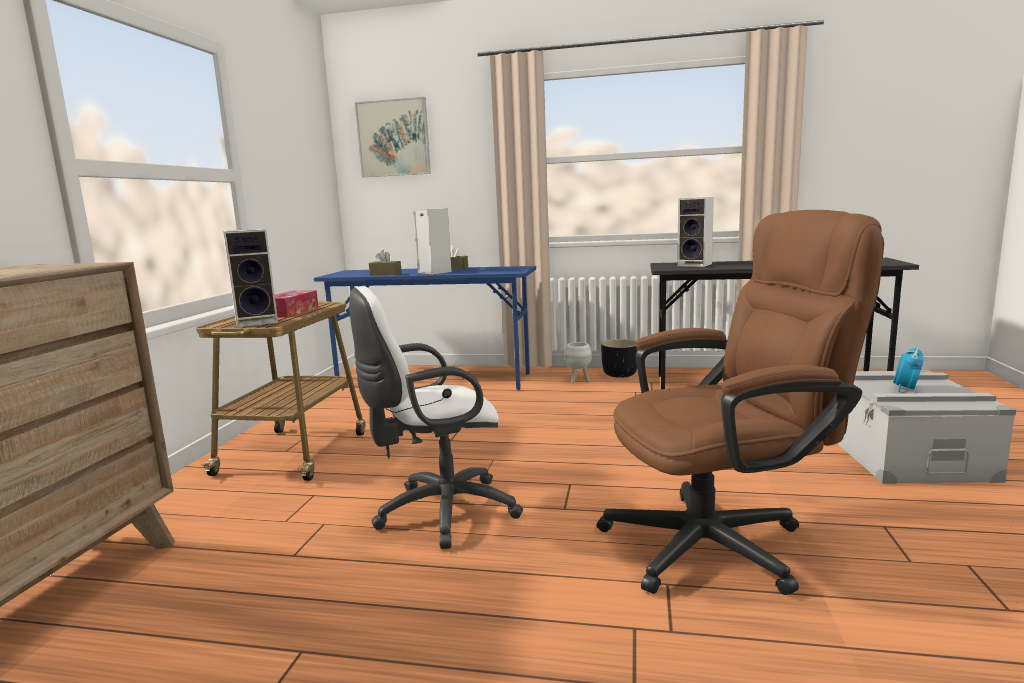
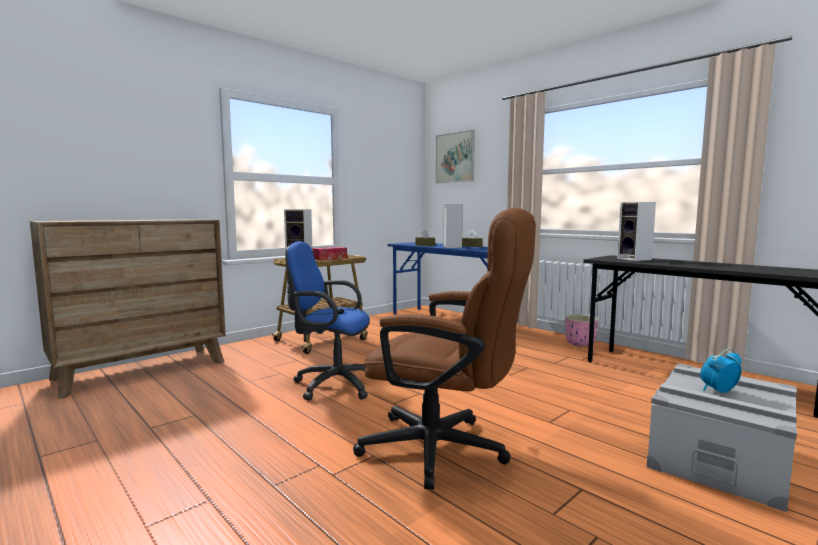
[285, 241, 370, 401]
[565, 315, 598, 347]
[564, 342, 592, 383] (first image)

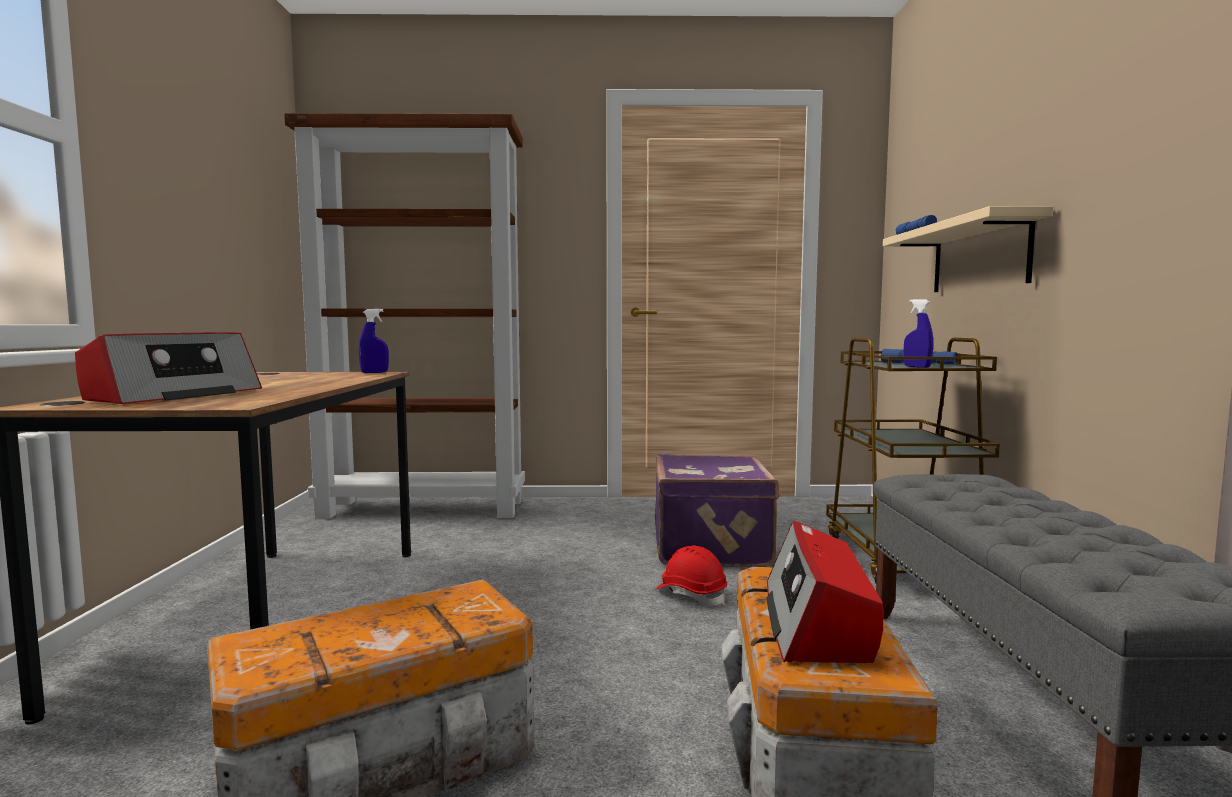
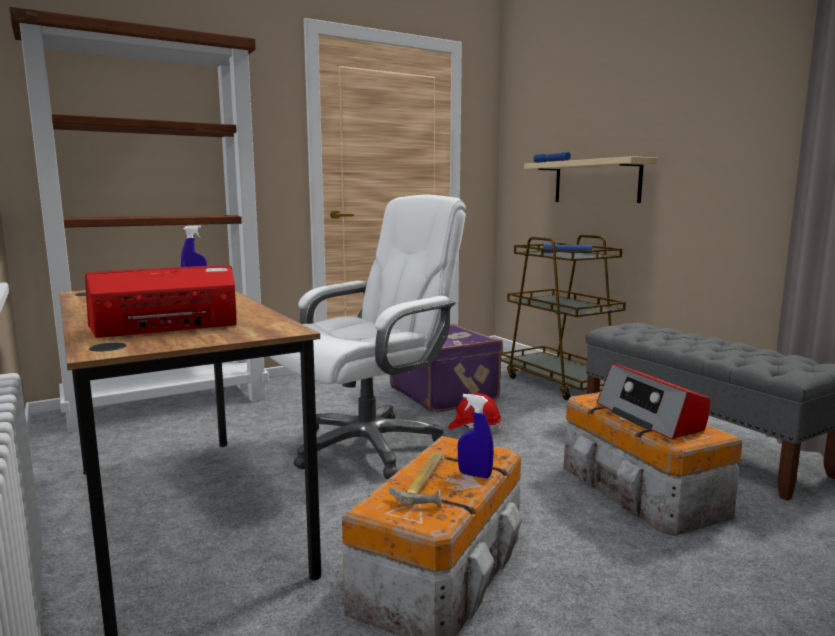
[458, 394, 494, 478]
[85, 265, 237, 338]
[269, 194, 466, 479]
[389, 452, 443, 508]

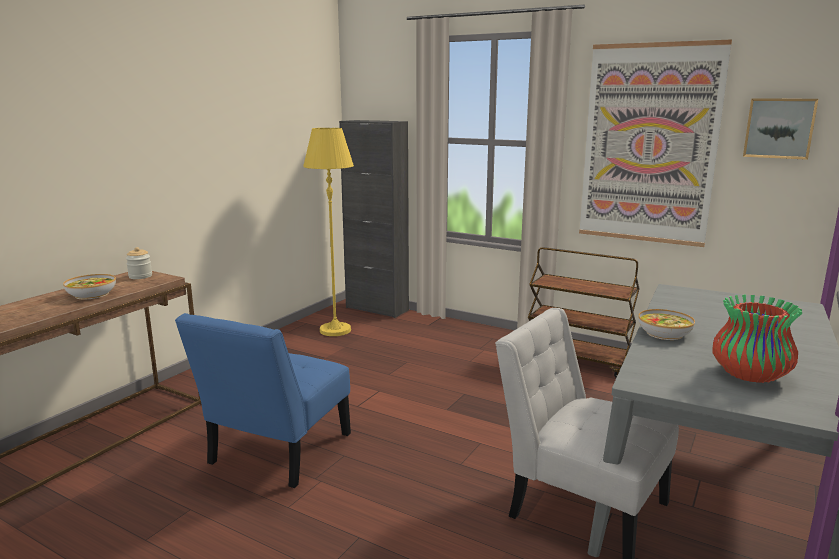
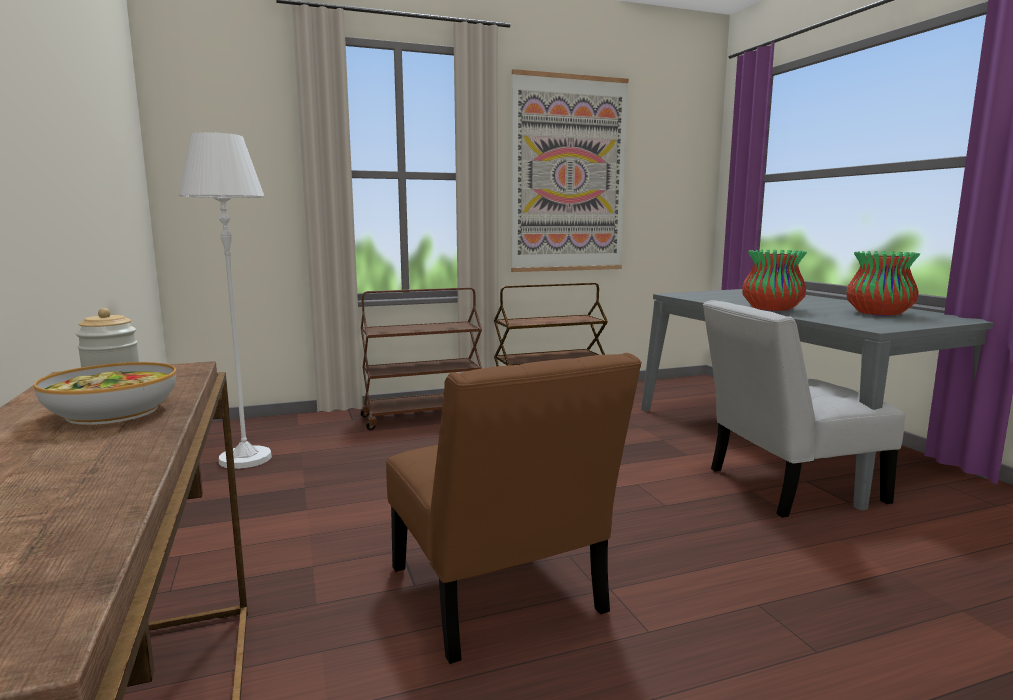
[743, 98, 818, 160] (first image)
[339, 120, 409, 318] (first image)
[178, 132, 272, 469]
[742, 250, 807, 311]
[386, 353, 642, 664]
[360, 287, 482, 430]

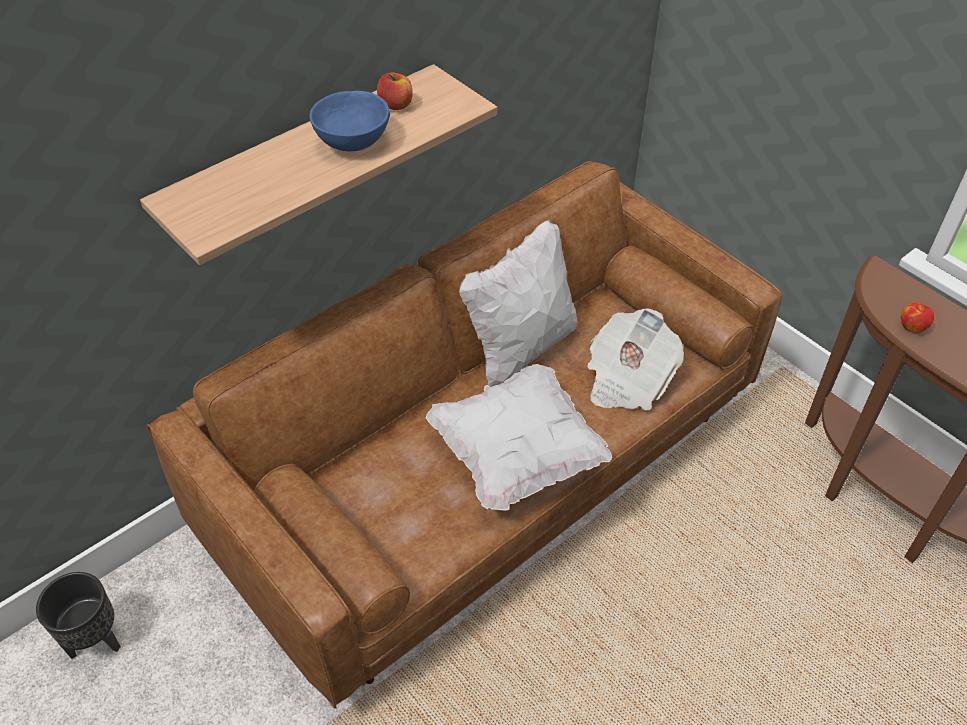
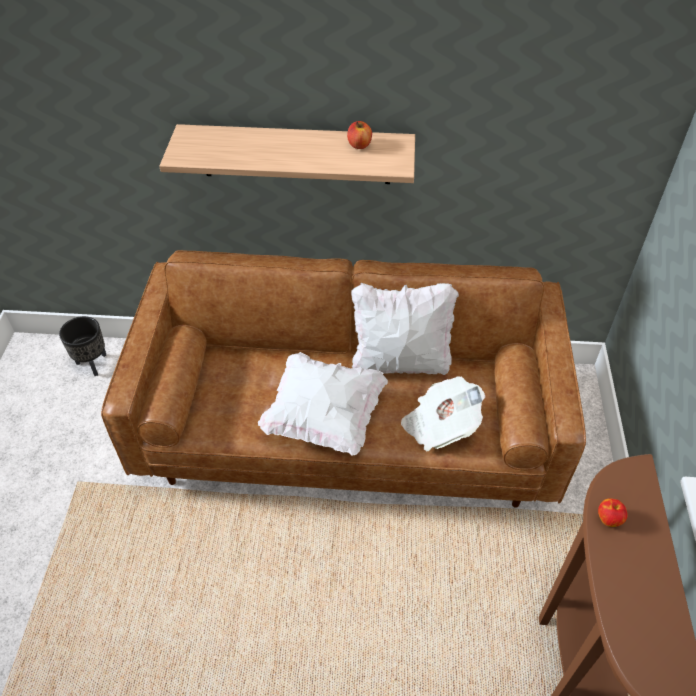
[309, 91, 390, 151] (first image)

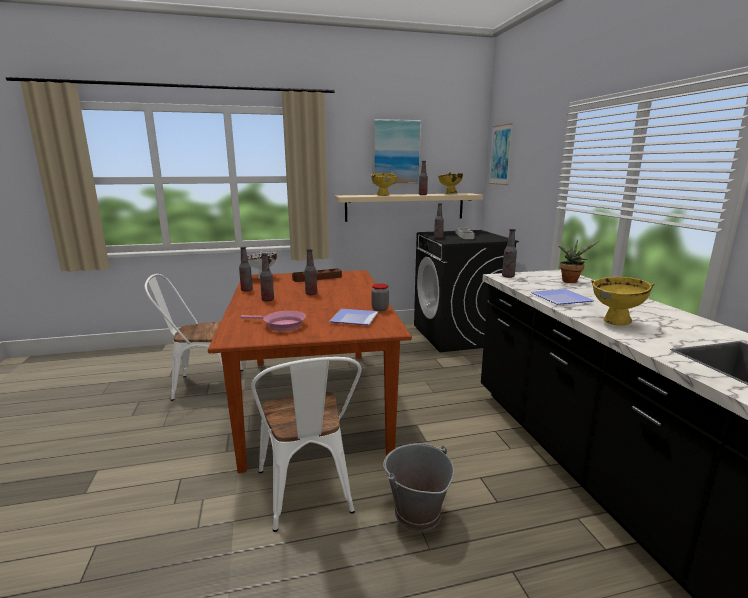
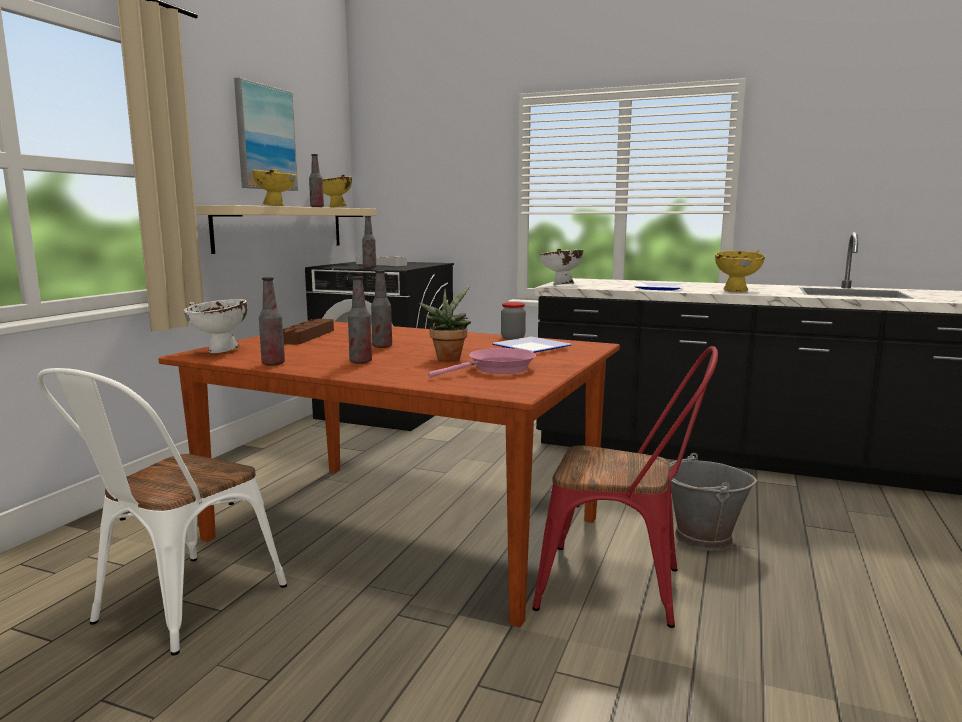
[488, 123, 513, 185] (first image)
[540, 248, 583, 285]
[419, 286, 471, 361]
[532, 346, 718, 628]

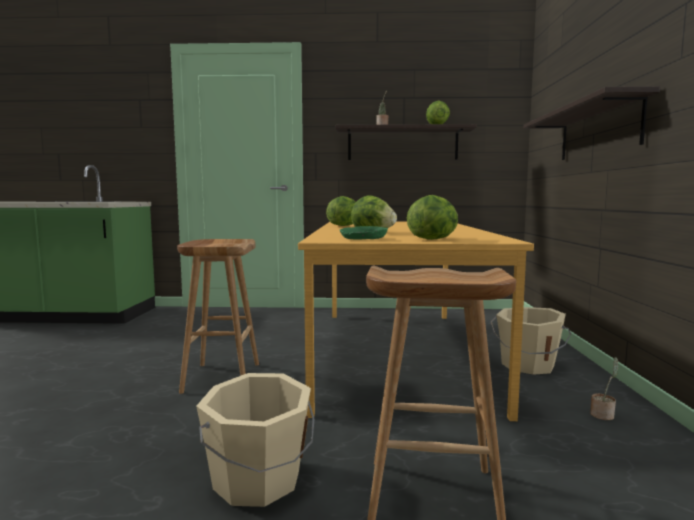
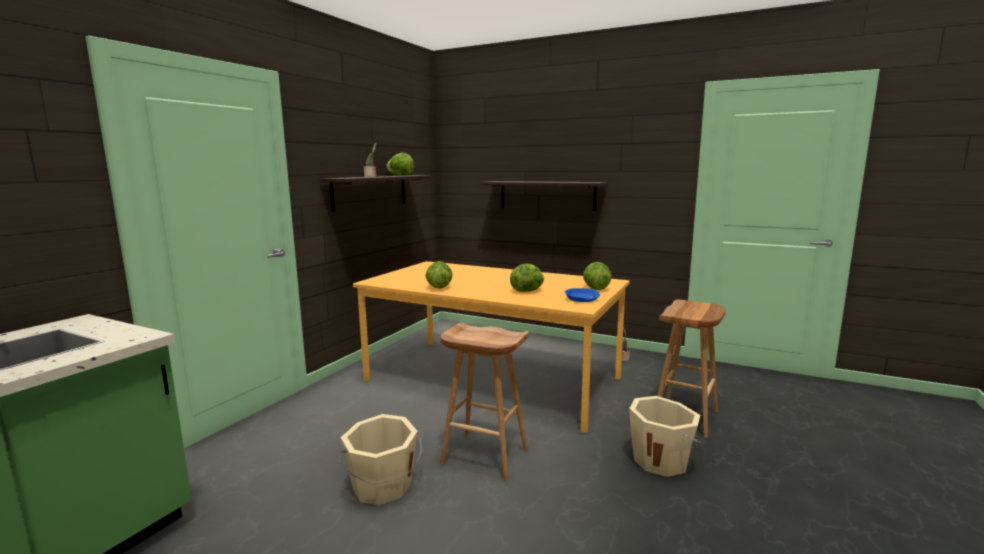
[565, 288, 600, 302]
[339, 414, 422, 506]

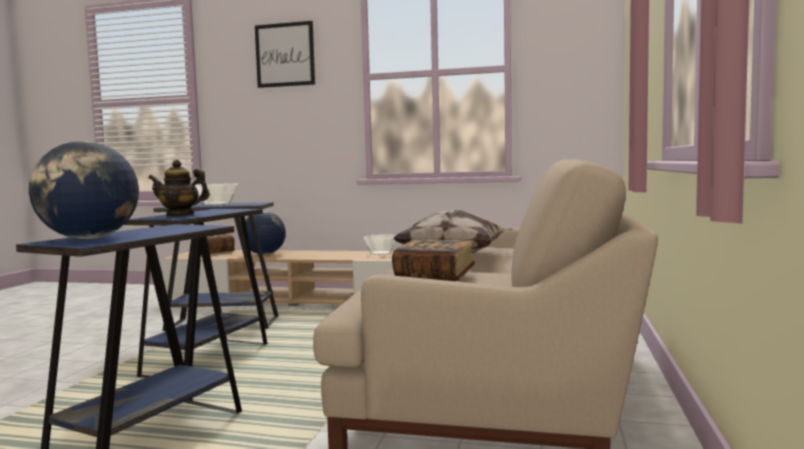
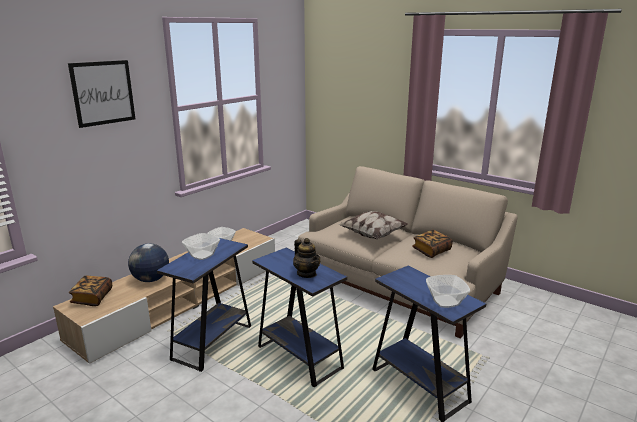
[426, 275, 470, 308]
[293, 238, 320, 278]

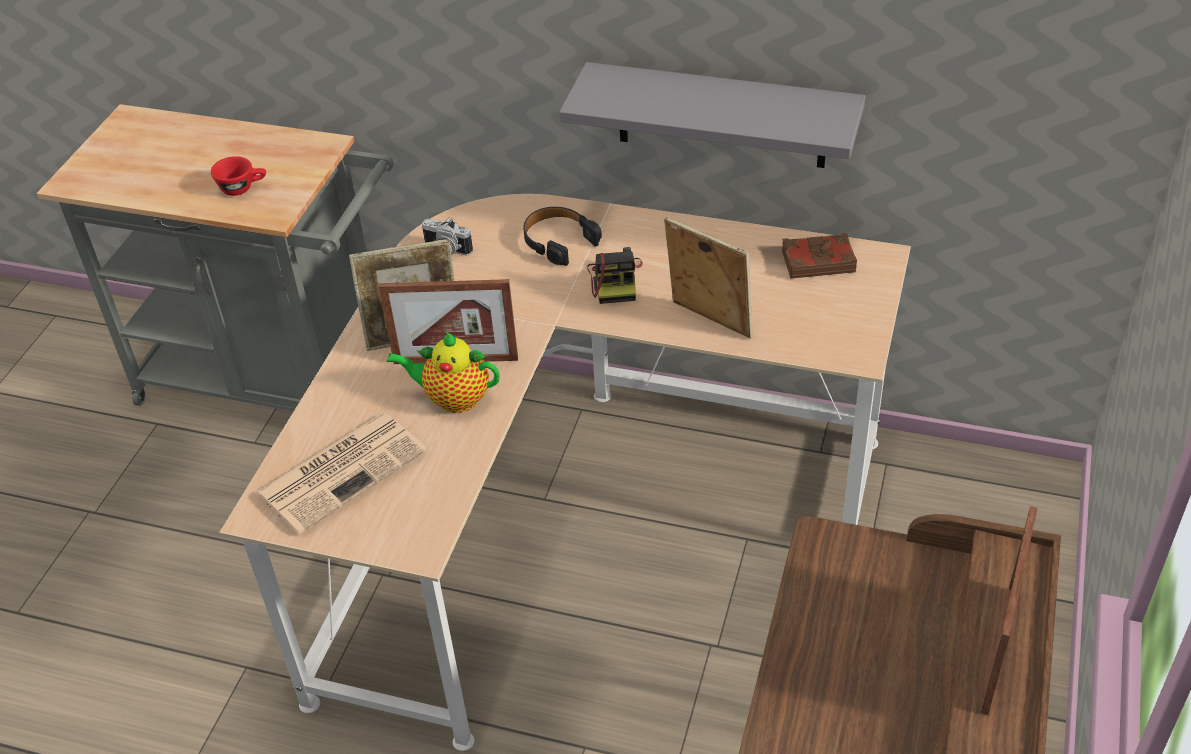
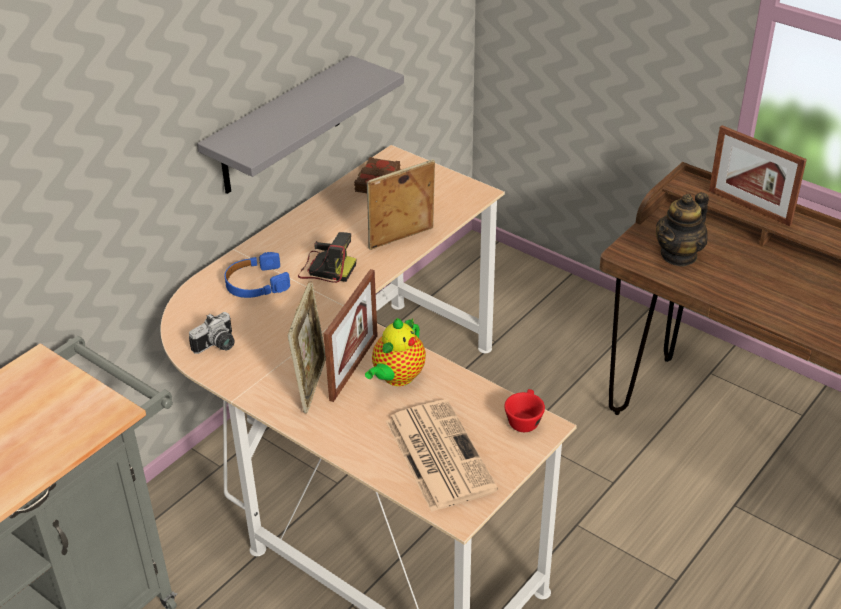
[504, 389, 545, 432]
[225, 252, 290, 298]
[656, 192, 709, 267]

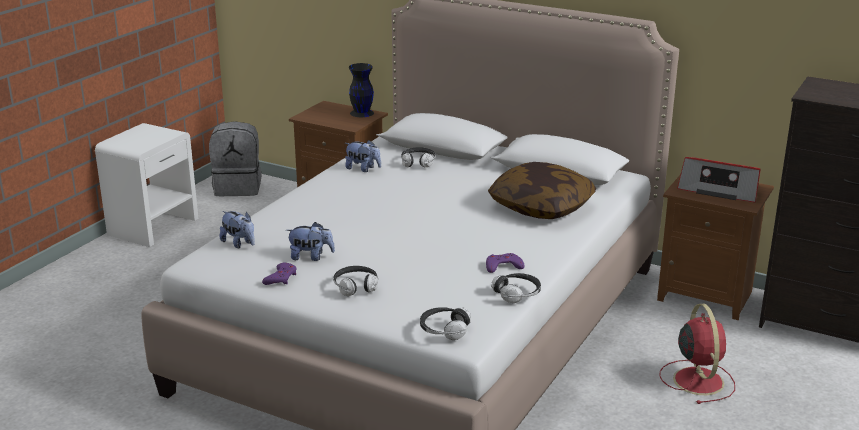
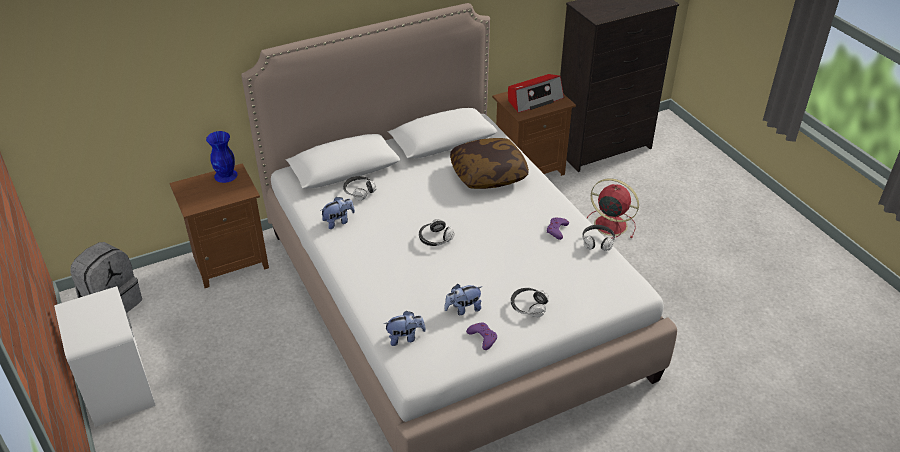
[206, 131, 238, 183]
[445, 284, 483, 315]
[419, 219, 454, 246]

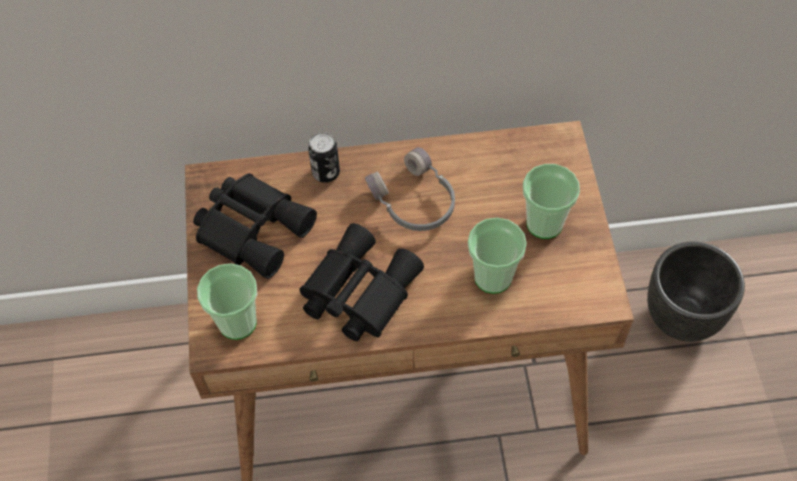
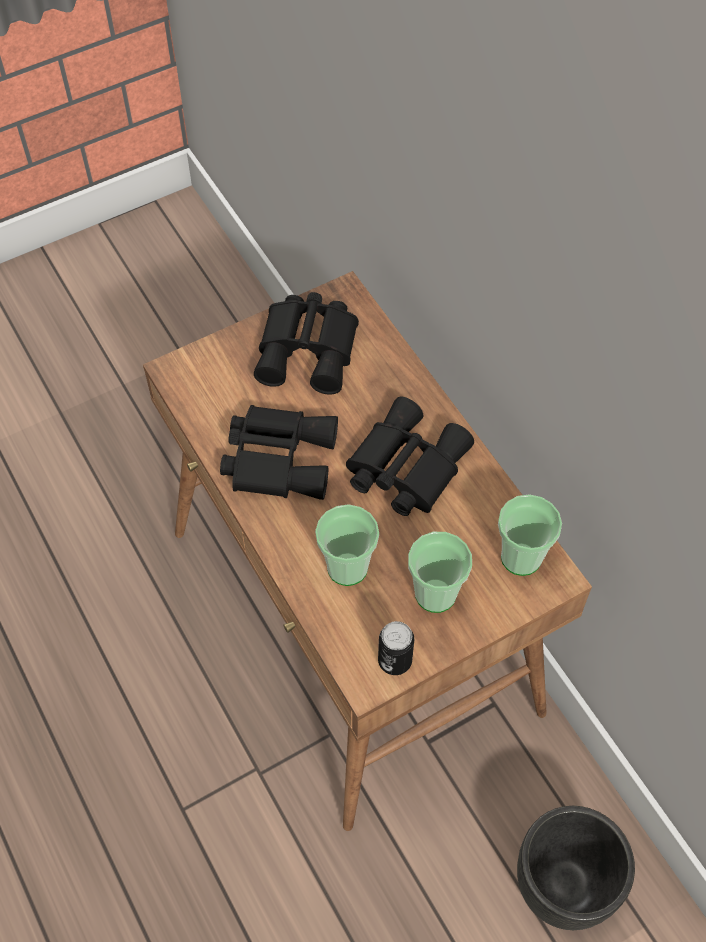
[378, 621, 414, 675]
[346, 397, 474, 516]
[498, 494, 562, 576]

